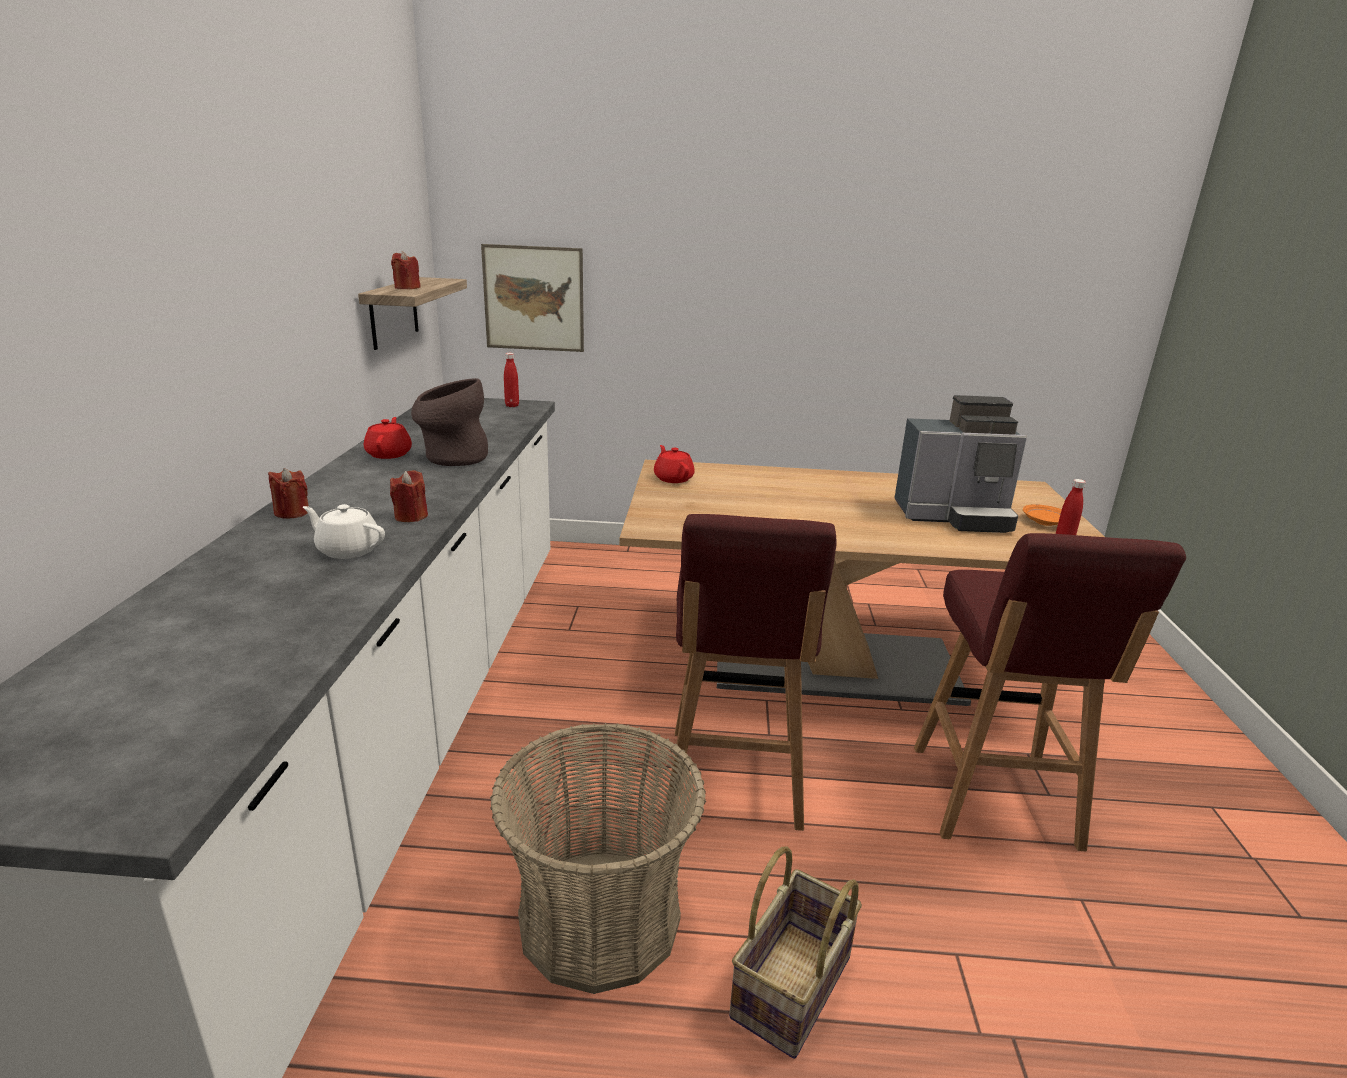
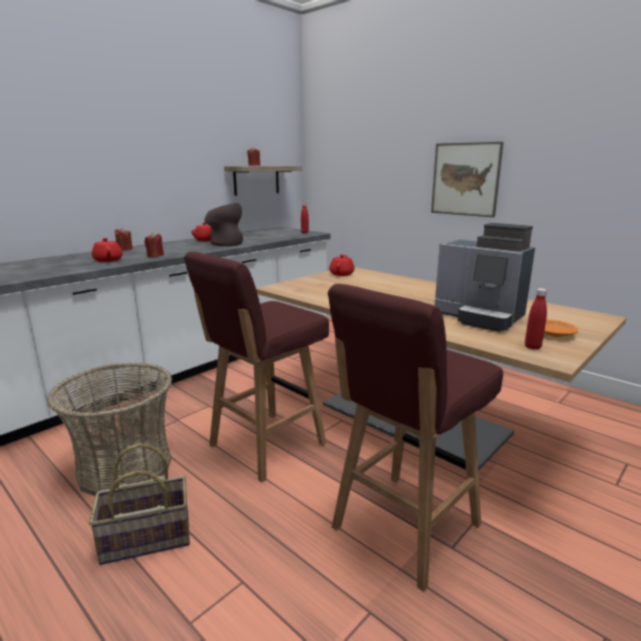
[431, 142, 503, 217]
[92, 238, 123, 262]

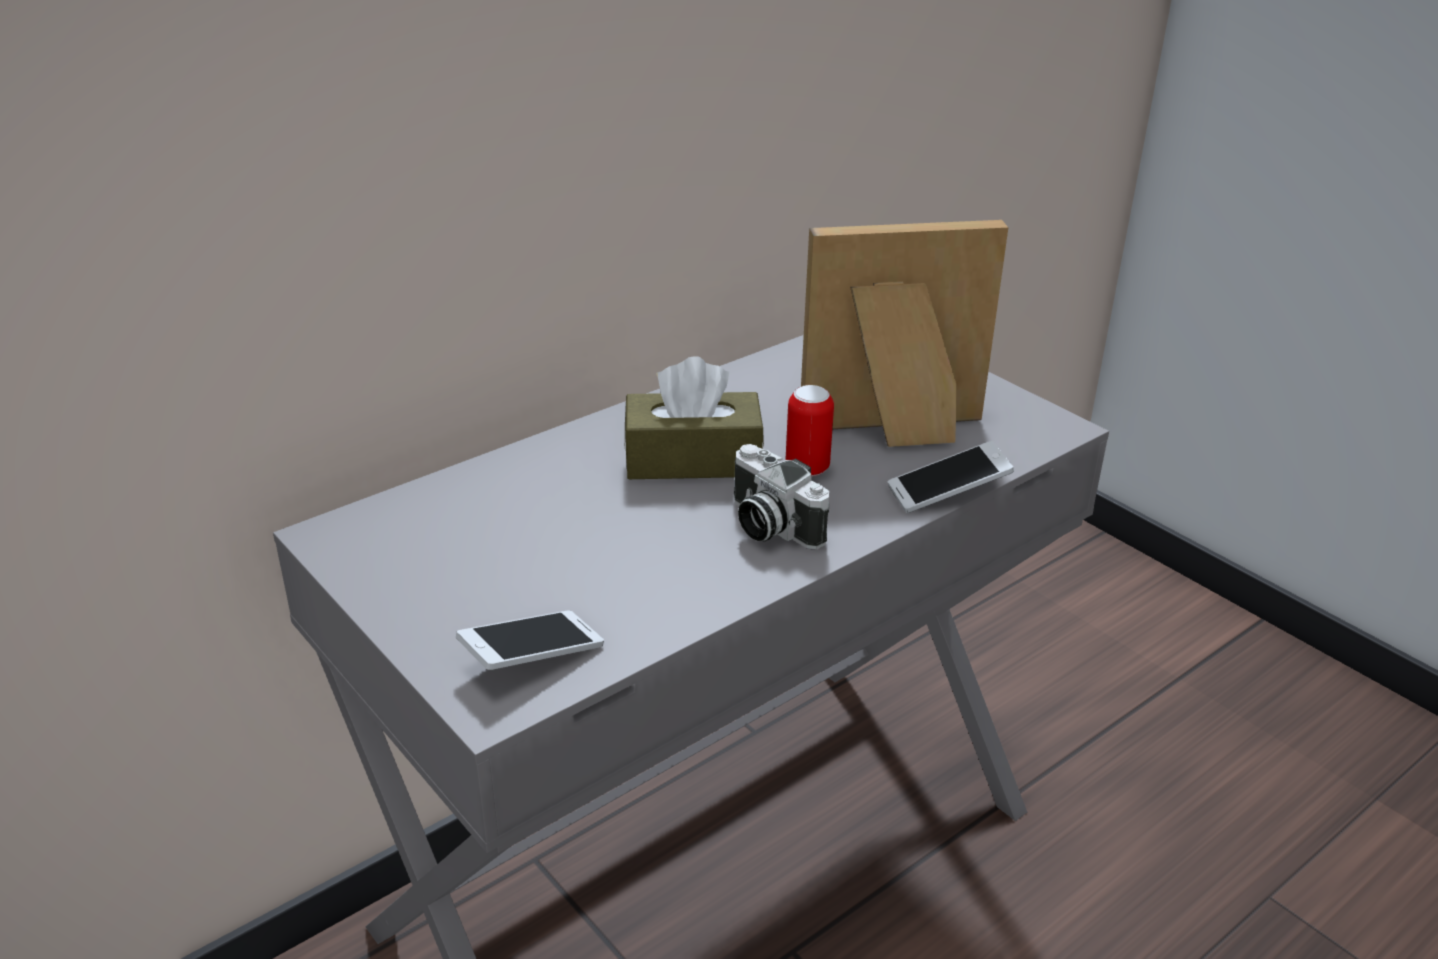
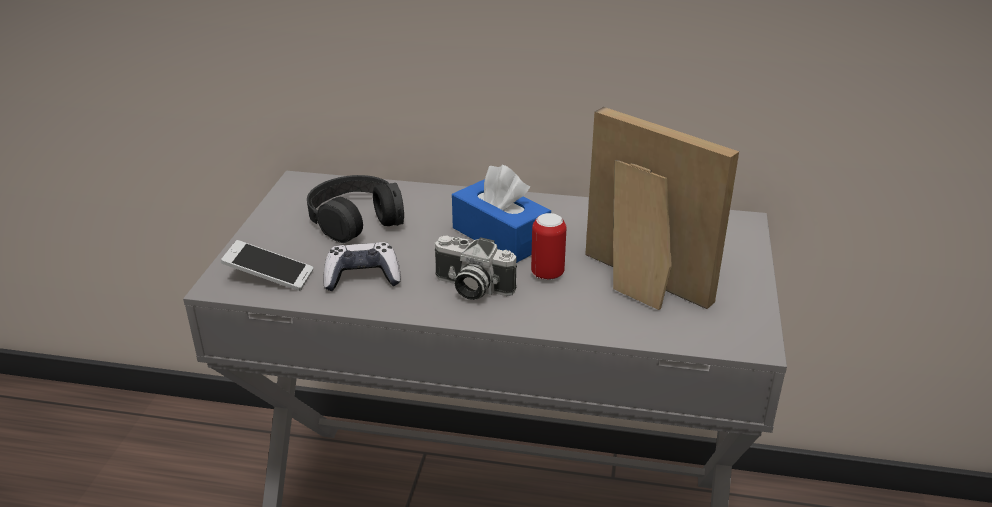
[452, 165, 551, 263]
[888, 441, 1014, 513] (first image)
[434, 236, 517, 300]
[307, 175, 404, 243]
[324, 242, 401, 291]

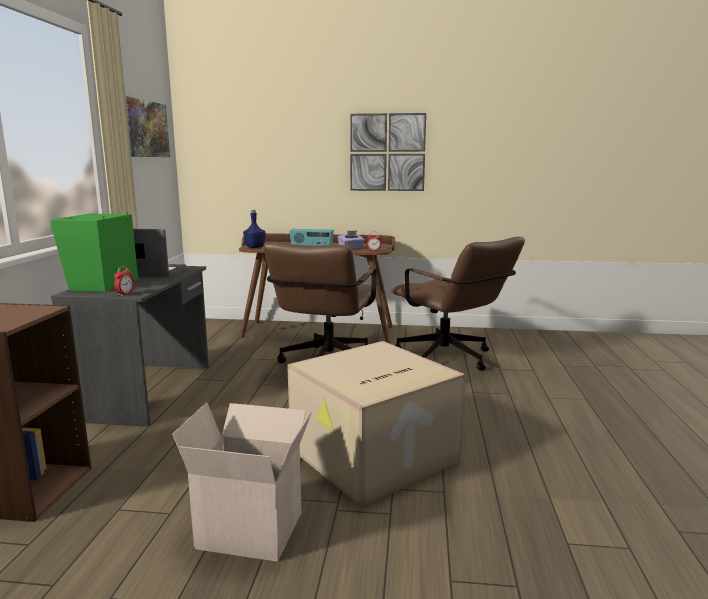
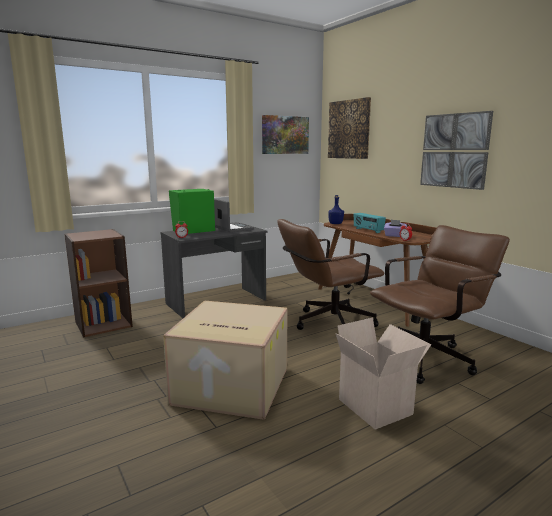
[370, 225, 510, 384]
[336, 317, 431, 430]
[328, 97, 371, 159]

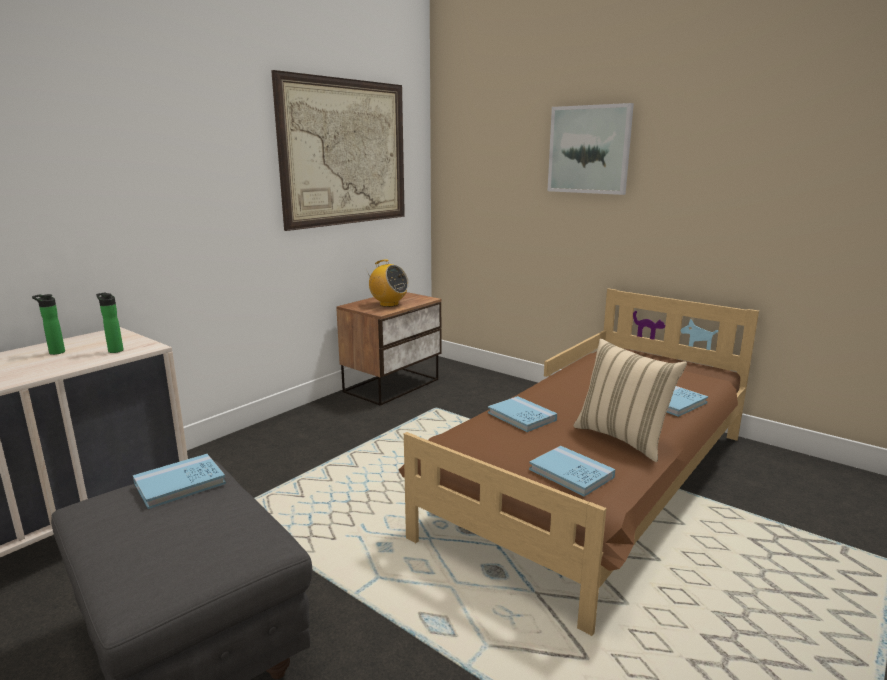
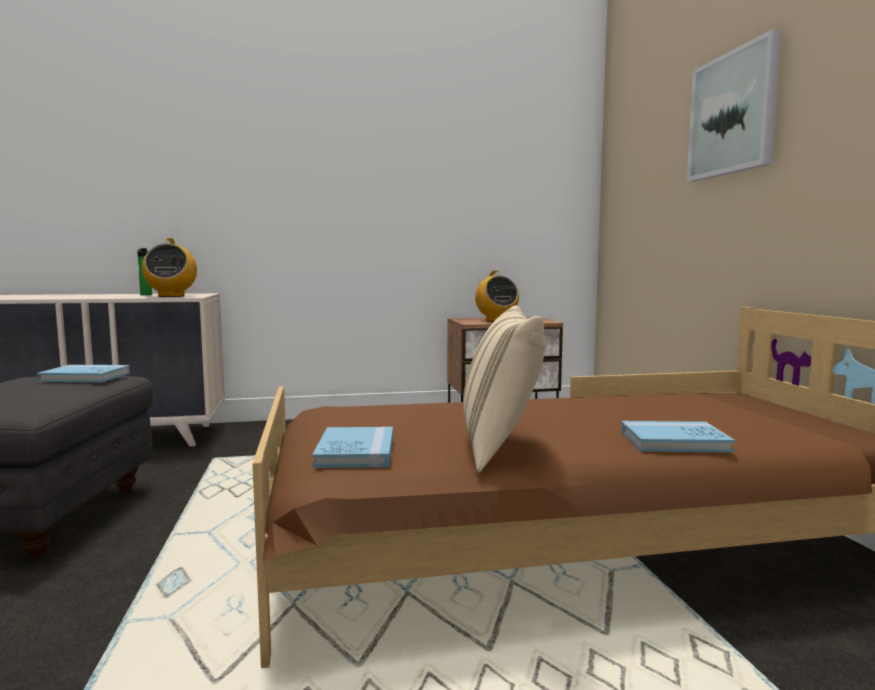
[271, 70, 405, 231] (first image)
[142, 238, 197, 297]
[488, 396, 557, 432] (first image)

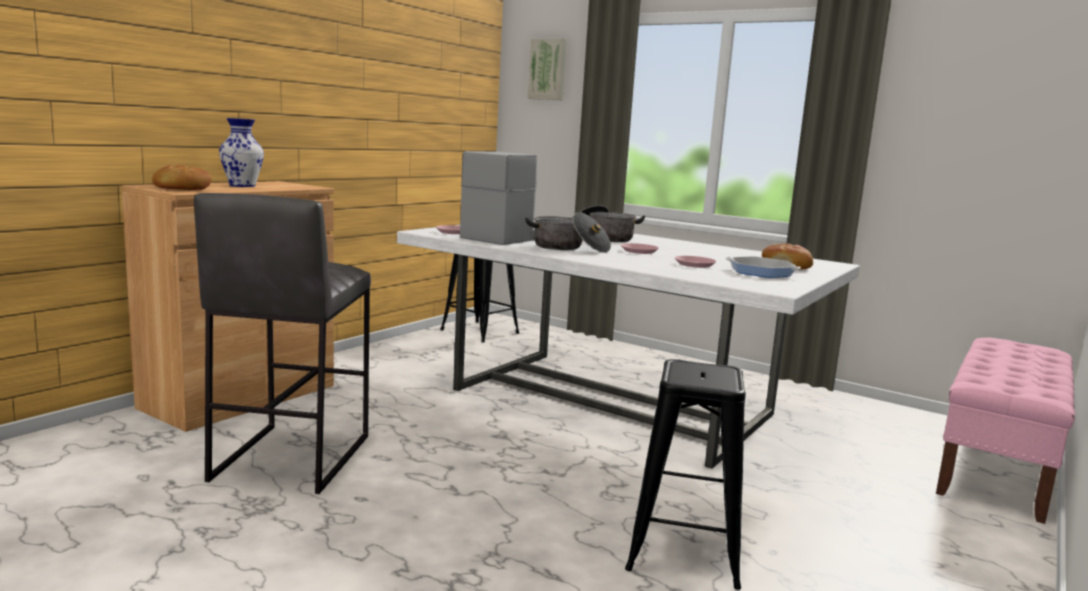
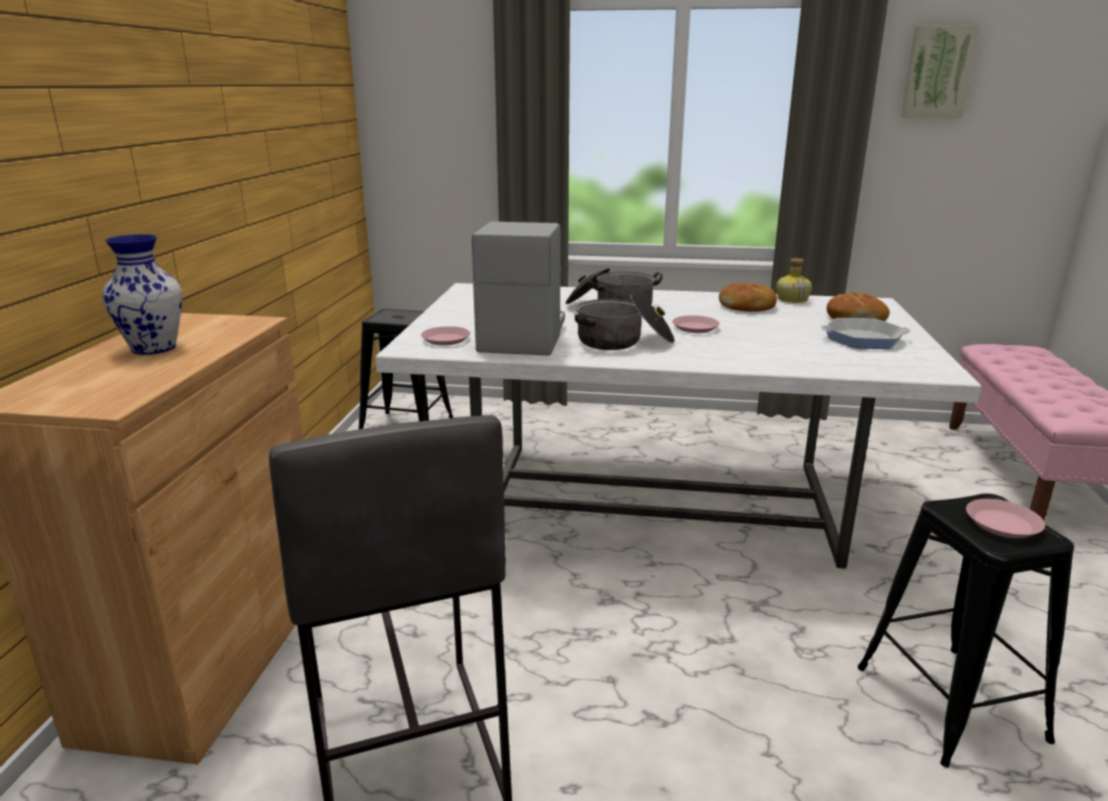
[901, 25, 980, 118]
[719, 283, 777, 312]
[966, 499, 1045, 538]
[776, 258, 812, 303]

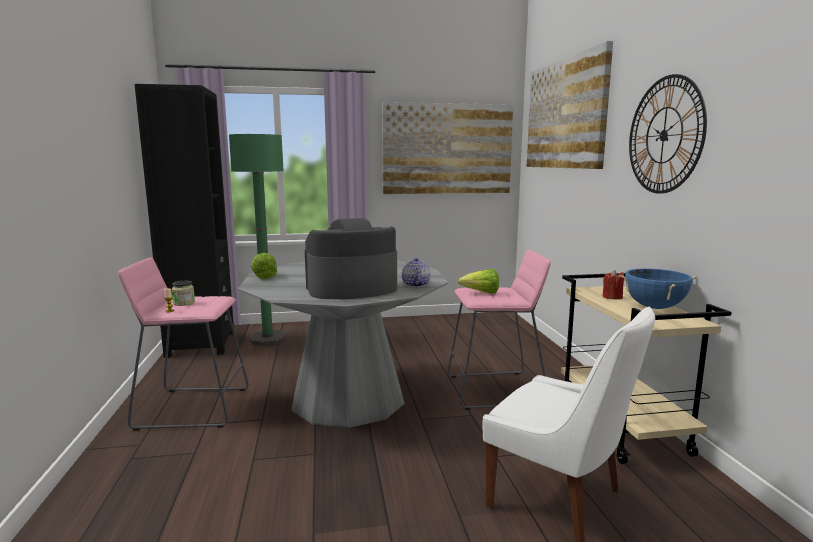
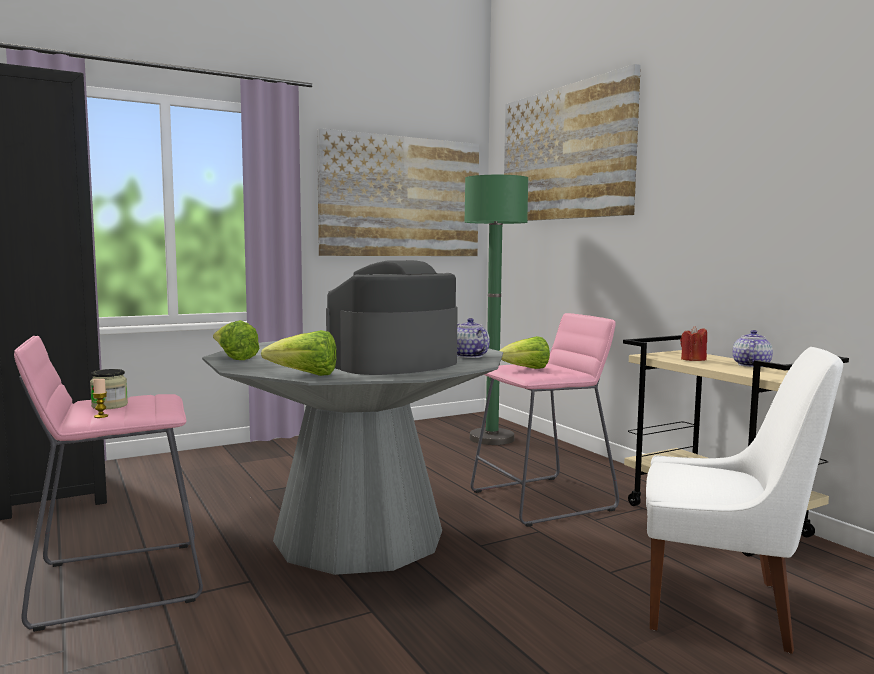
[629, 74, 707, 194] (first image)
[465, 175, 528, 445]
[732, 330, 773, 367]
[261, 330, 337, 376]

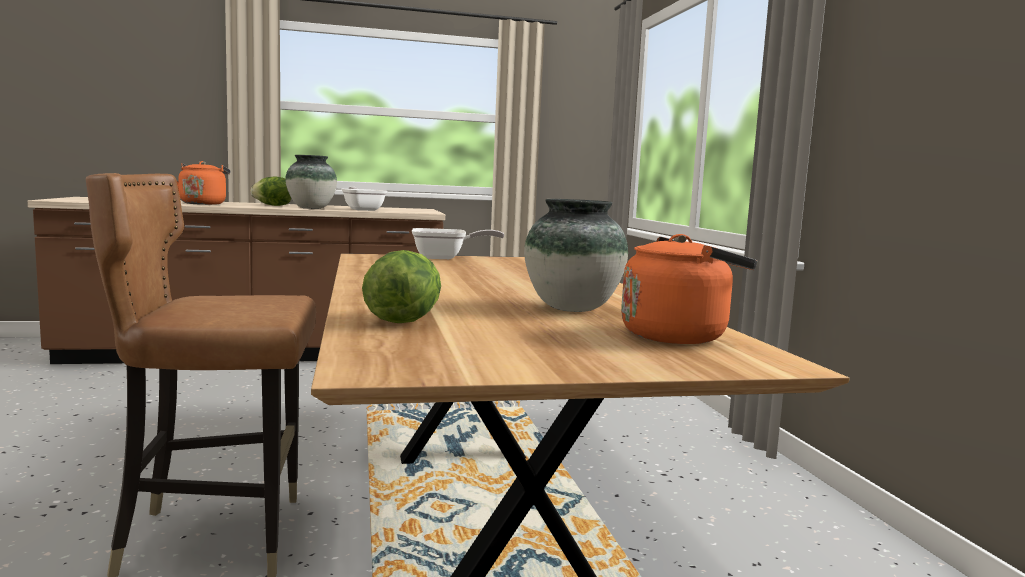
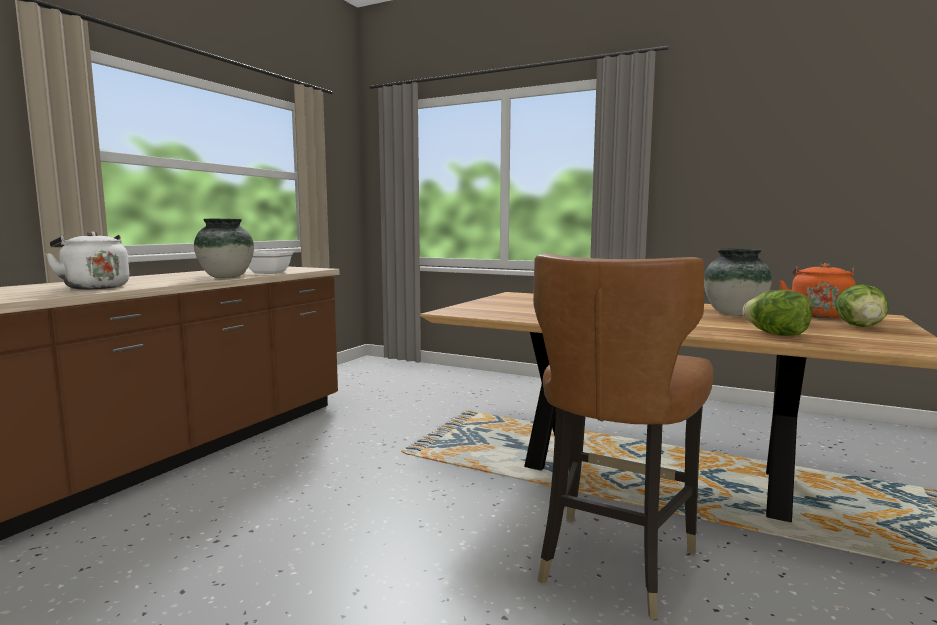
[45, 231, 129, 289]
[836, 284, 889, 327]
[412, 228, 504, 259] (first image)

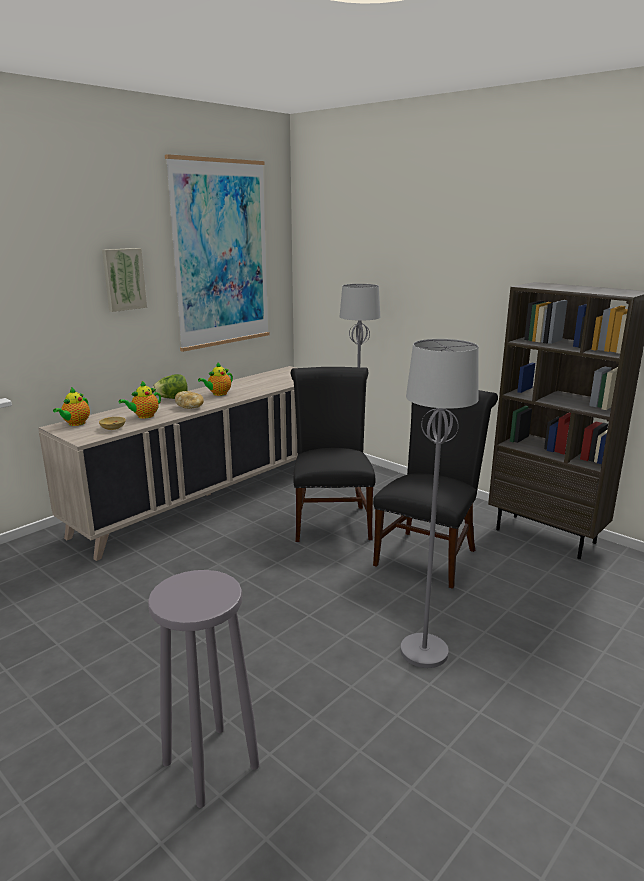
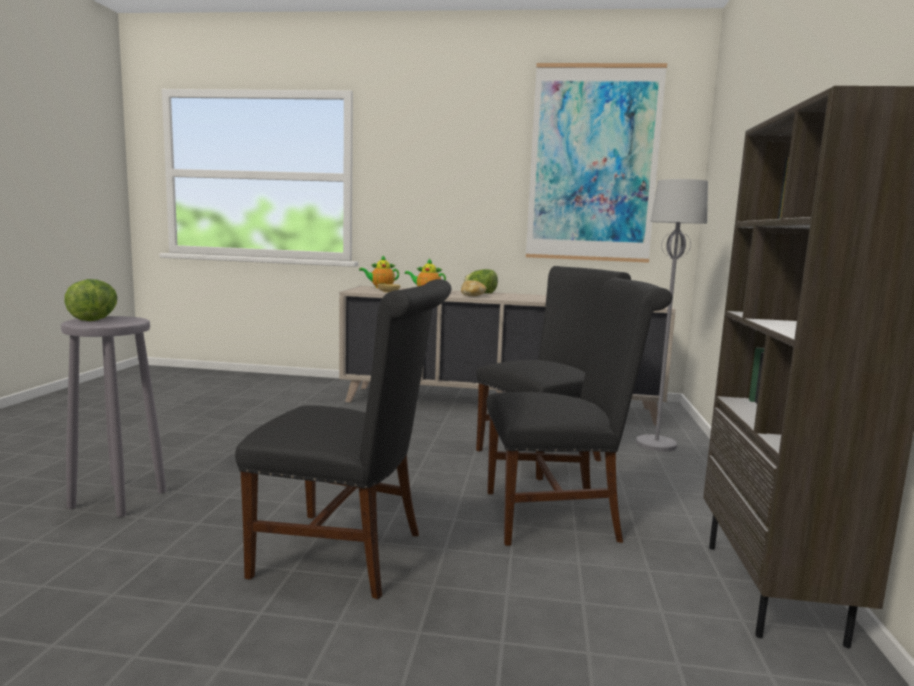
[102, 248, 147, 312] (first image)
[235, 279, 451, 600]
[198, 363, 233, 396] (first image)
[64, 279, 117, 321]

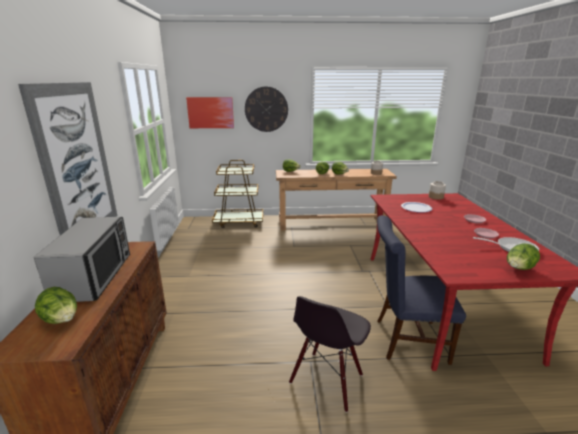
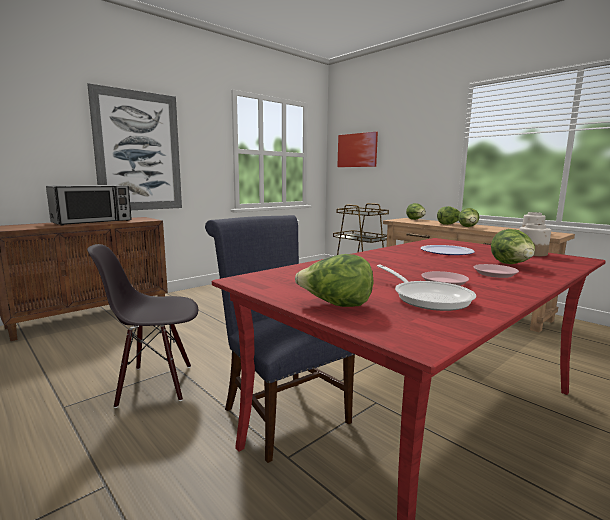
[245, 86, 288, 132] (first image)
[491, 229, 535, 264]

